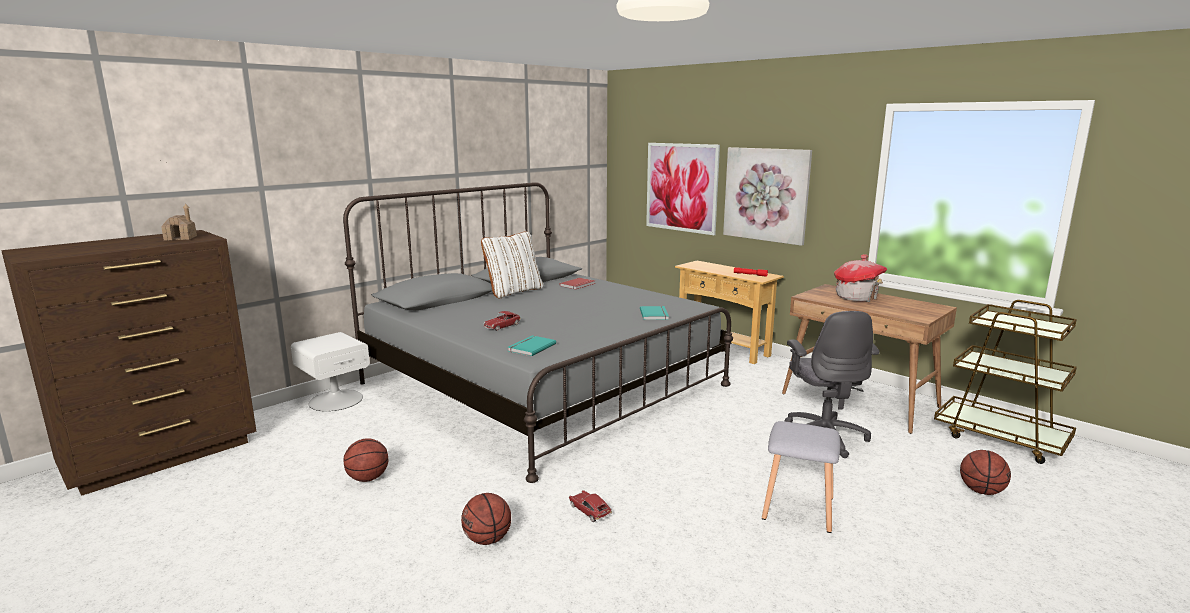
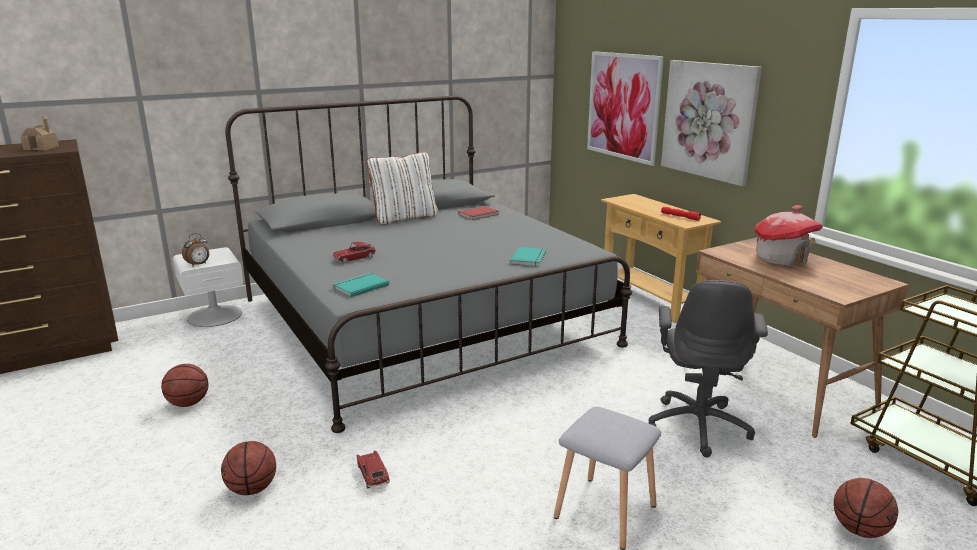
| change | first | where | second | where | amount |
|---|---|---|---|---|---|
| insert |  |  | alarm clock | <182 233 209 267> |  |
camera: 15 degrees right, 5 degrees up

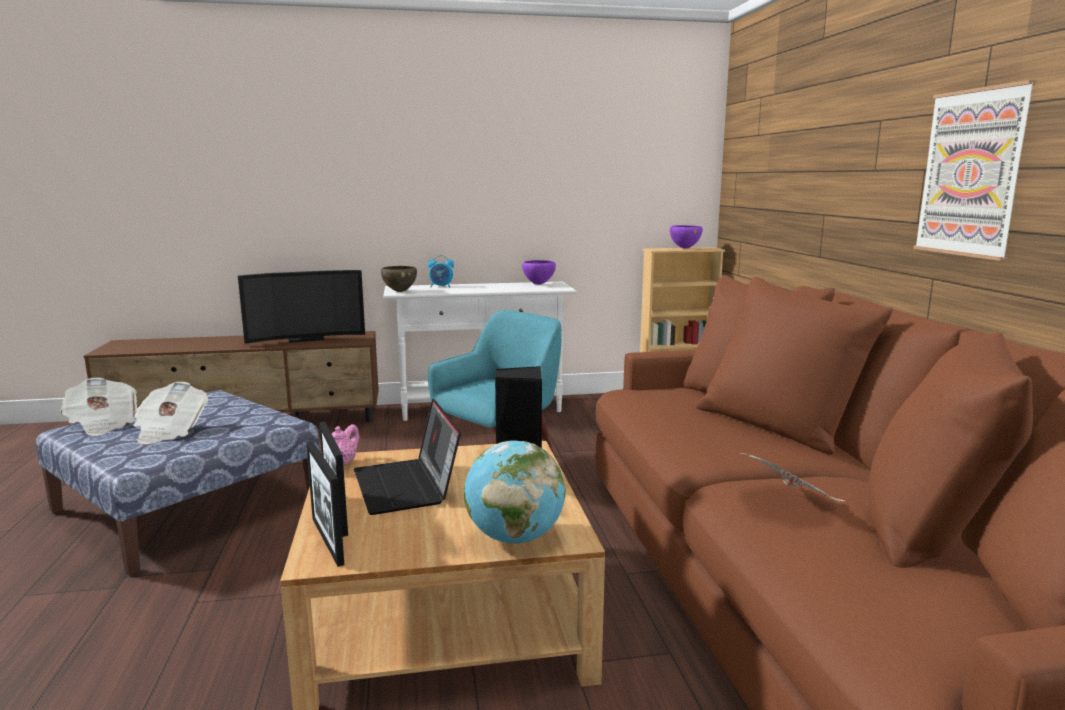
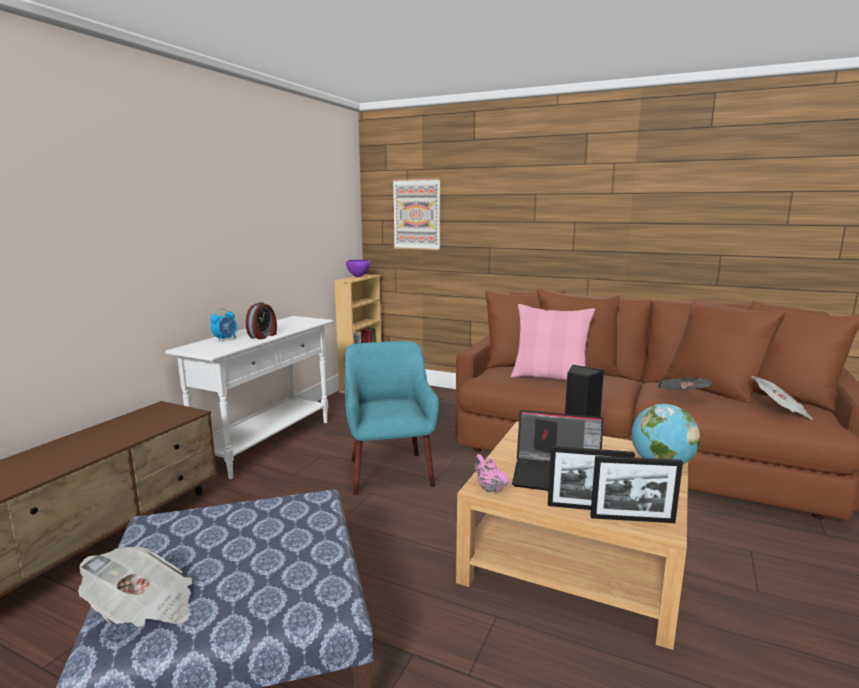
| change | first | where | second | where | amount |
|---|---|---|---|---|---|
| move | picture | <913 80 1036 261> |  | <393 178 440 250> |  |
| delete | purple bowl | <522 260 556 285> |  |  |  |
| delete | brown bowl | <381 266 417 292> |  |  |  |
| delete | television | <238 270 365 344> |  |  |  |
| move | newspaper | <133 382 208 444> |  | <752 376 814 420> |  |
| insert |  |  | alarm clock | <246 302 277 339> |  |
| insert |  |  | pink pillow | <511 304 595 381> |  |
camera: 55 degrees left, 0 degrees up

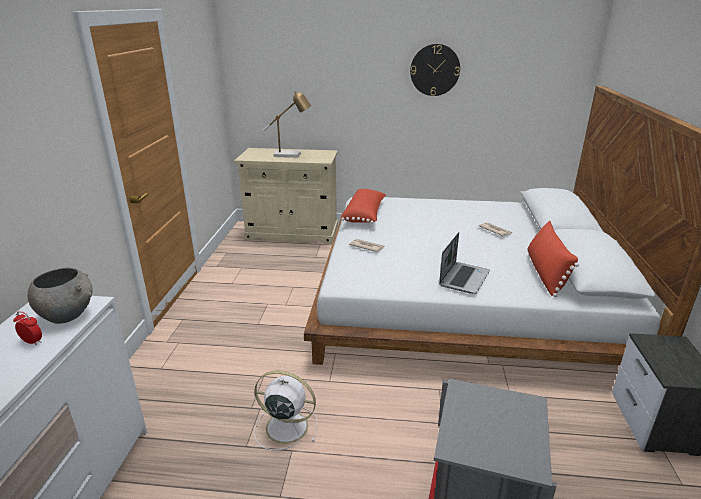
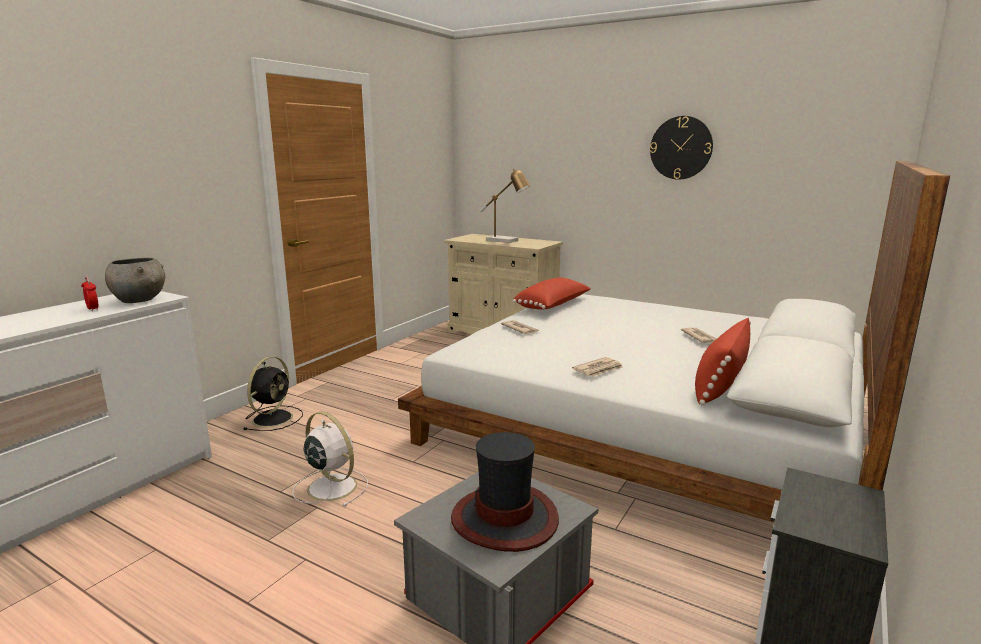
| change | first | where | second | where | amount |
|---|---|---|---|---|---|
| replace | laptop | <439 232 490 294> | newspaper | <572 357 623 377> |  |
| insert |  |  | black fan | <243 356 303 431> |  |
| insert |  |  | hat | <451 432 559 552> |  |
camera: 25 degrees right, 10 degrees down

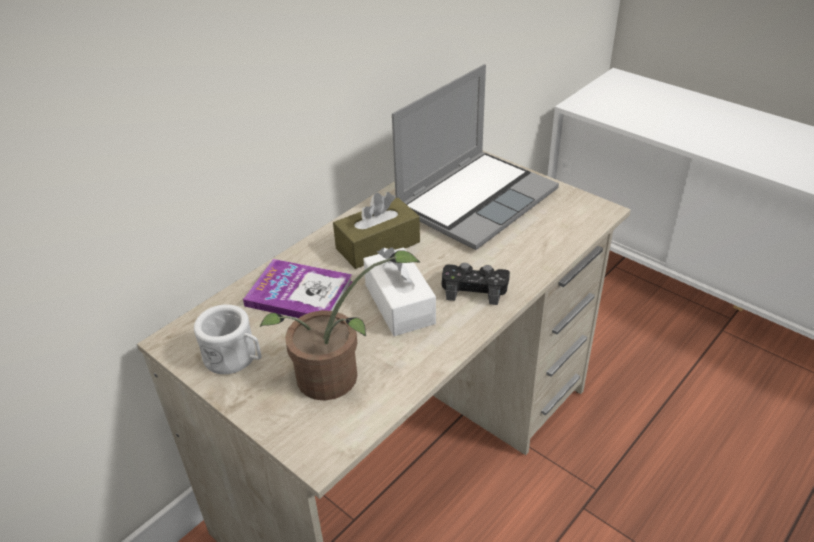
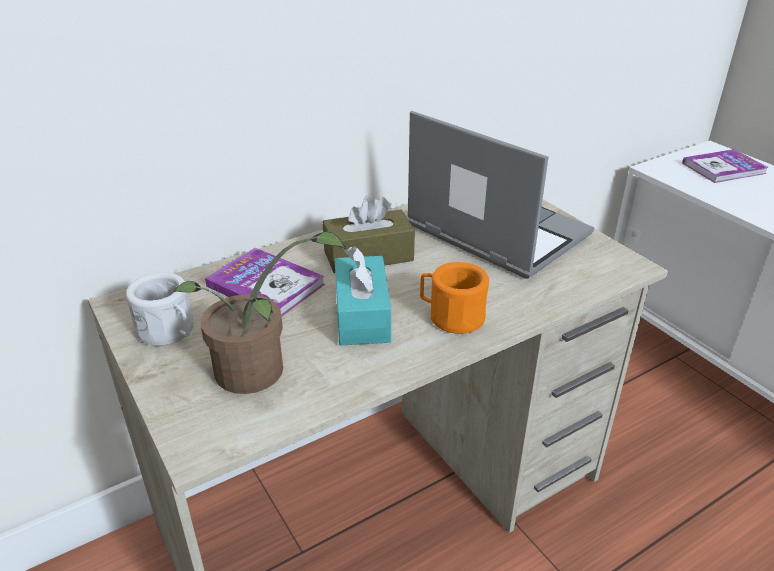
| change | first | where | second | where | amount |
|---|---|---|---|---|---|
| rotate | laptop | <392 64 559 250> |  | <407 111 594 279> | 105 degrees counterclockwise |
| recolor | white tissue box | <363 247 436 336> | turquoise tissue box | <335 246 391 346> |  |
| replace | black game controller | <442 263 510 305> | orange mug | <420 262 489 334> |  |
| insert |  |  | book | <682 149 769 183> |  |
camera: 15 degrees right, 5 degrees down

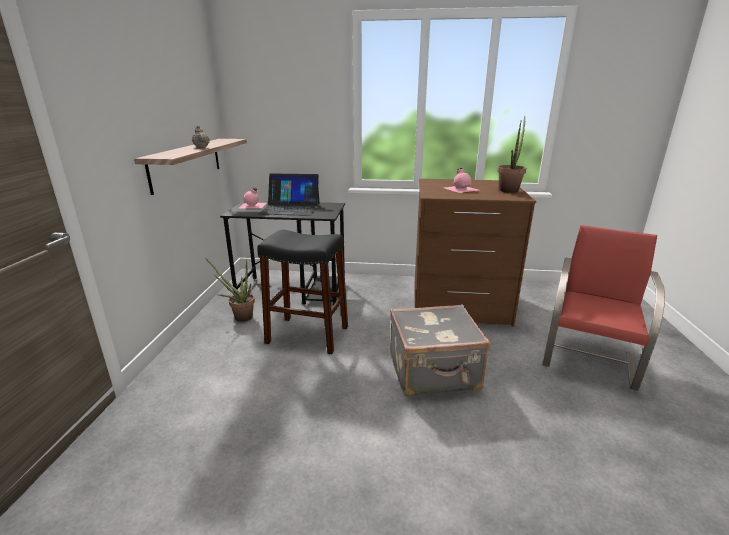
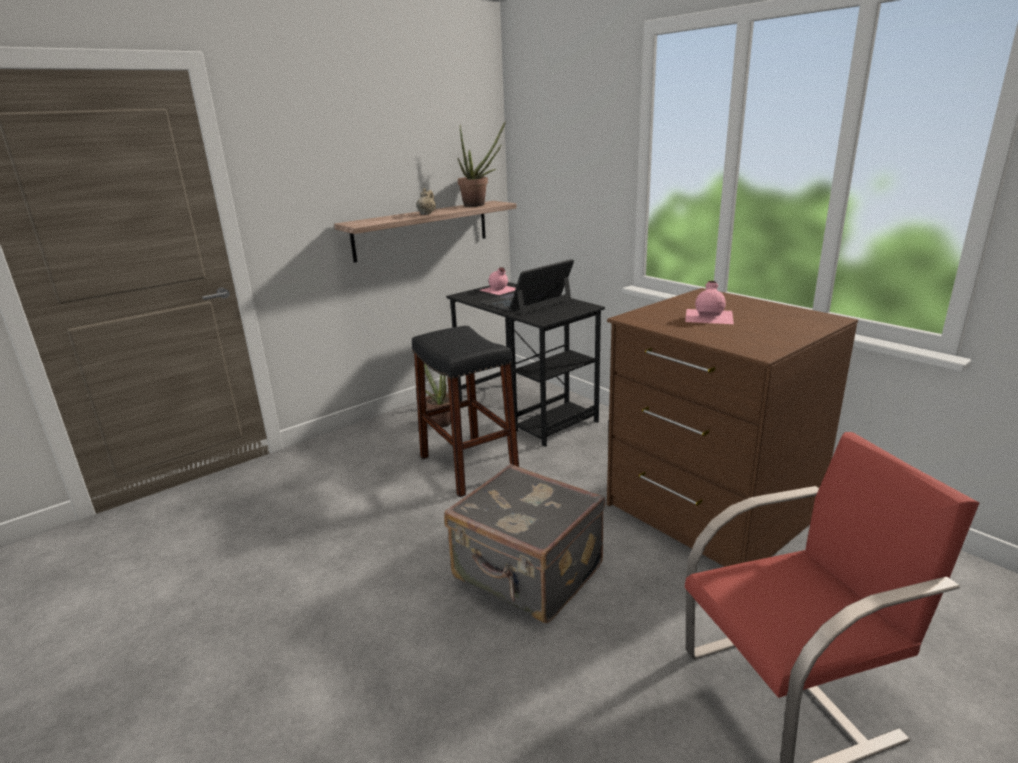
| change | first | where | second | where | amount |
|---|---|---|---|---|---|
| move | potted plant | <497 116 526 193> |  | <457 120 506 207> |  |
| rotate | laptop | <259 173 320 216> |  | <480 259 574 314> | 90 degrees clockwise |
camera: 45 degrees right, 0 degrees up

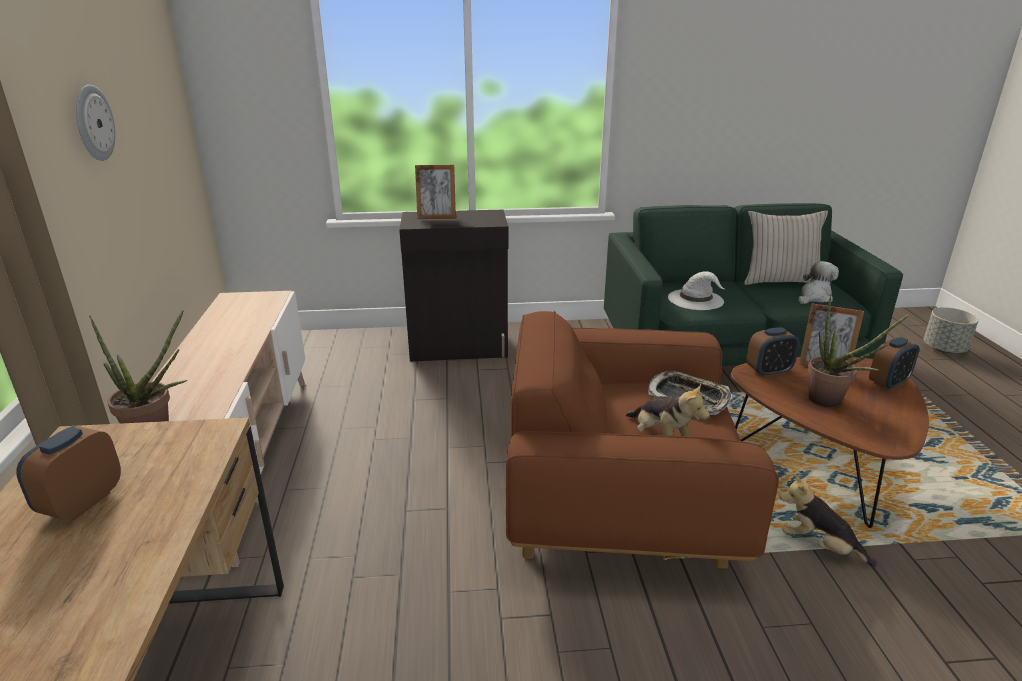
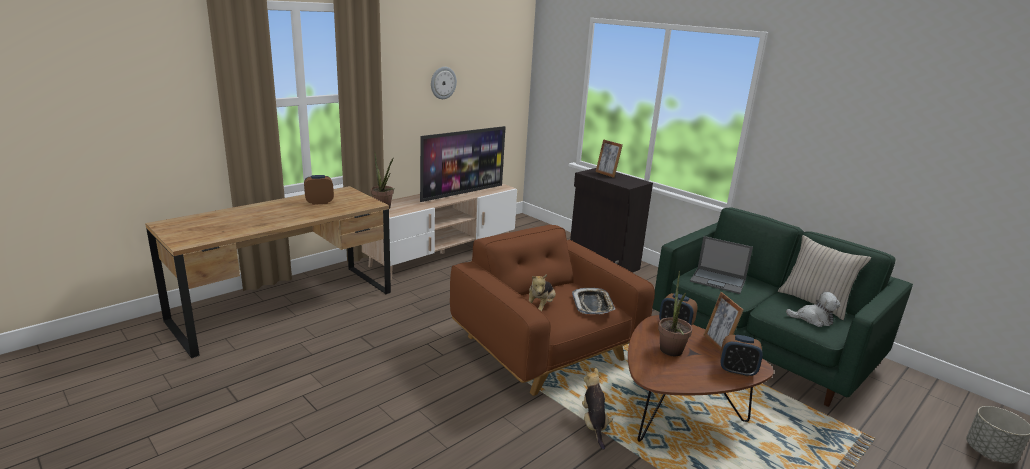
| change | first | where | second | where | amount |
|---|---|---|---|---|---|
| replace | white hat | <668 271 724 310> | laptop | <690 236 753 294> |  |
| insert |  |  | television | <420 126 506 202> |  |
camera: 50 degrees right, 5 degrees down

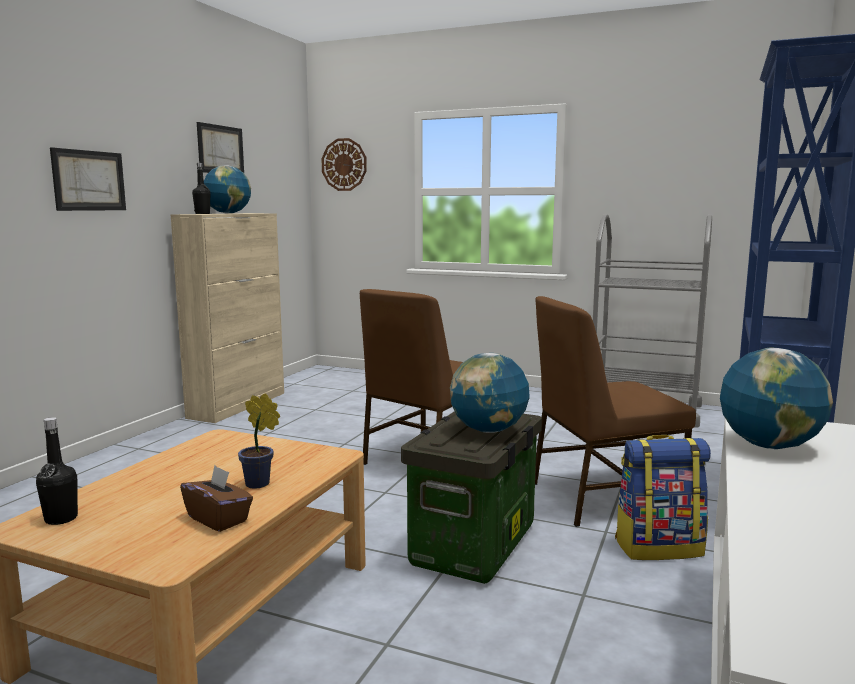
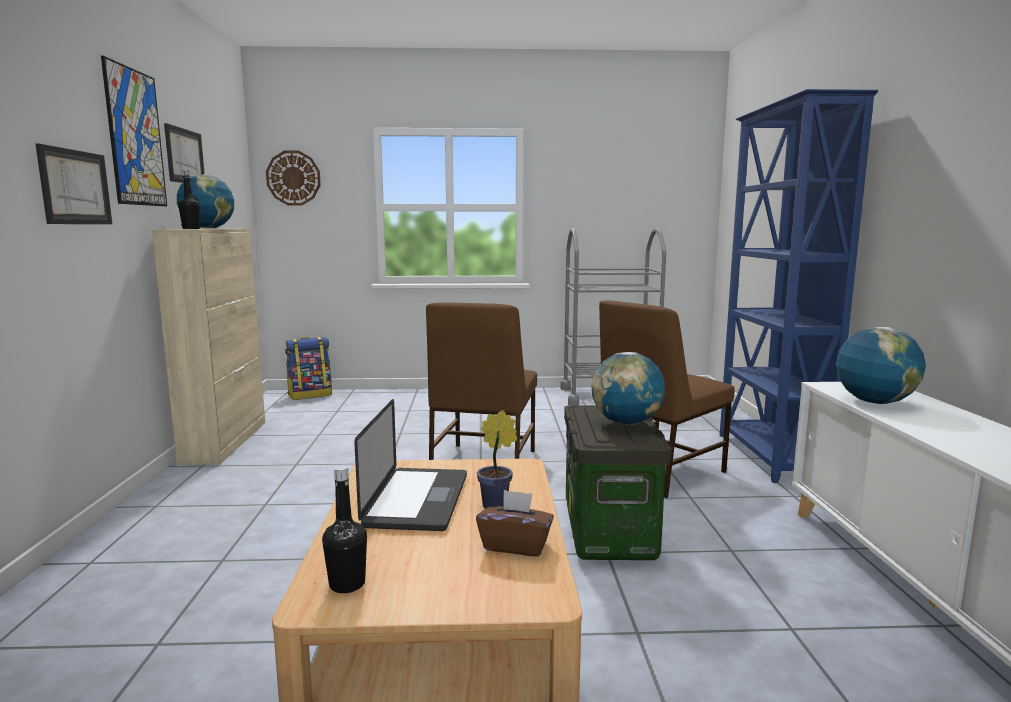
| change | first | where | second | where | amount |
|---|---|---|---|---|---|
| move | backpack | <615 435 711 560> |  | <285 337 332 400> |  |
| insert |  |  | picture | <101 56 167 206> |  |
| insert |  |  | laptop | <354 399 467 531> |  |
camera: 25 degrees left, 0 degrees up

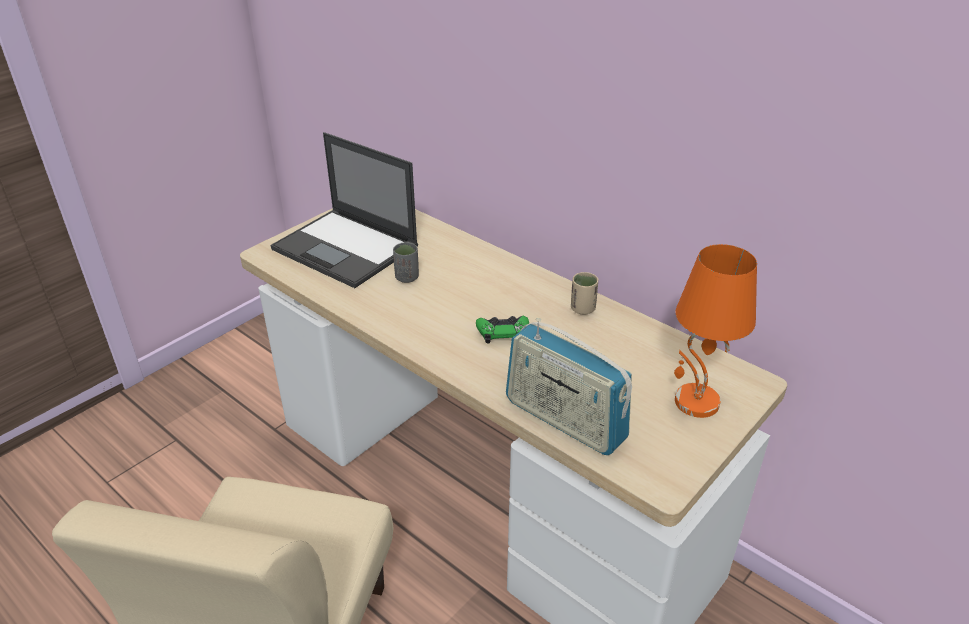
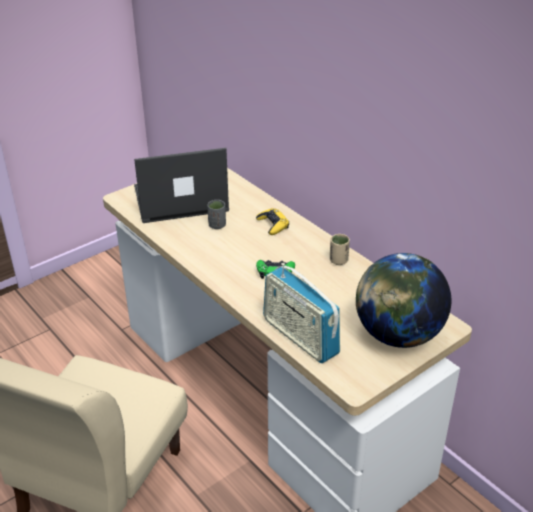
| change | first | where | second | where | amount |
|---|---|---|---|---|---|
| rotate | laptop | <270 132 418 288> |  | <134 148 229 223> | 120 degrees clockwise |
| replace | orange table lamp | <674 244 757 418> | globe | <356 253 451 348> |  |
| insert |  |  | yellow game controller | <256 208 289 235> |  |
camera: 10 degrees right, 0 degrees up

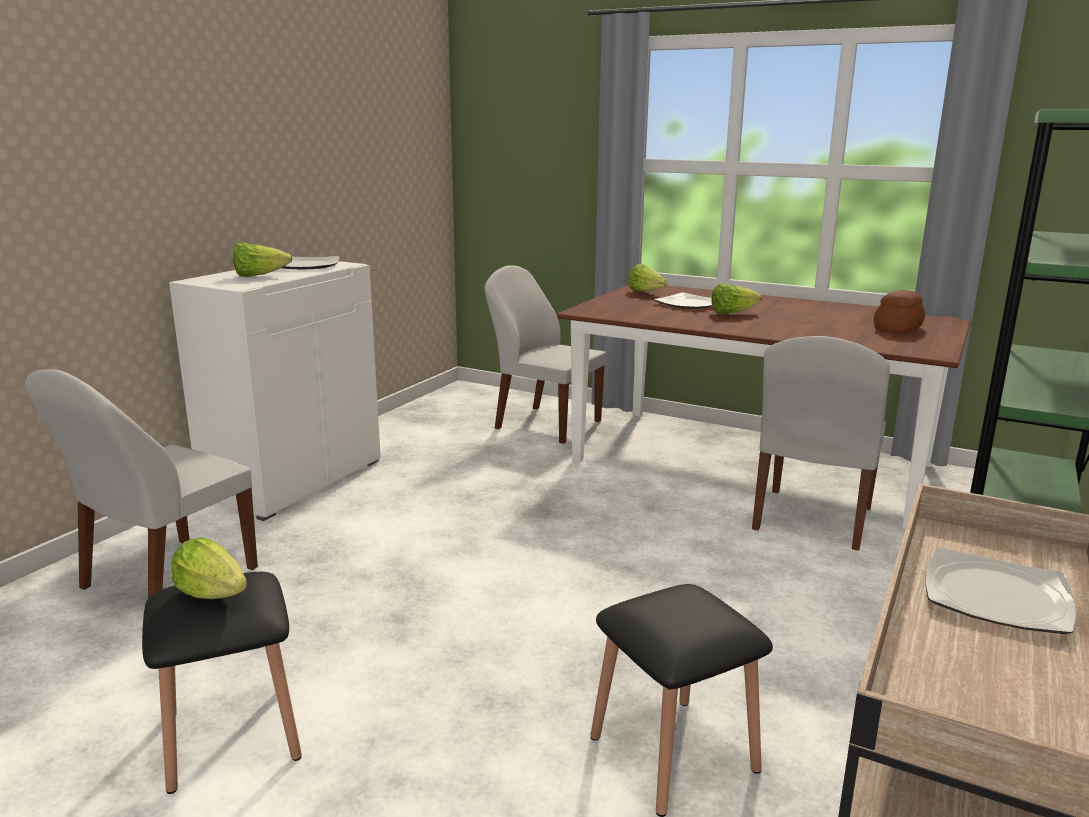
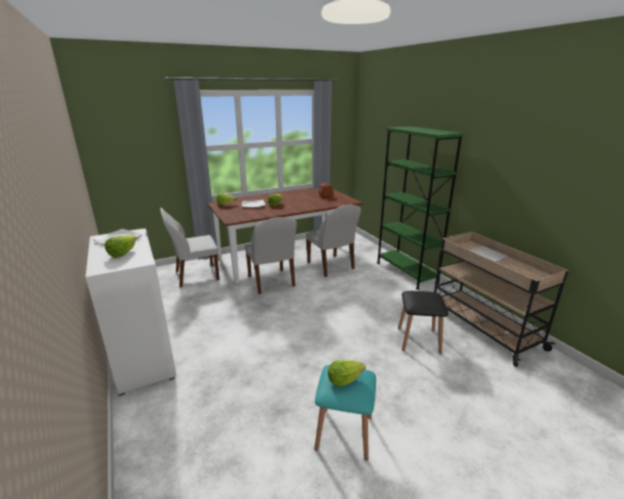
| change | first | where | second | where | amount |
|---|---|---|---|---|---|
| move | white chair | <25 369 258 598> |  | <245 217 297 294> |  |
| recolor | black stool | <142 572 302 794> | turquoise stool | <315 365 376 460> |  |
camera: 55 degrees left, 5 degrees up

